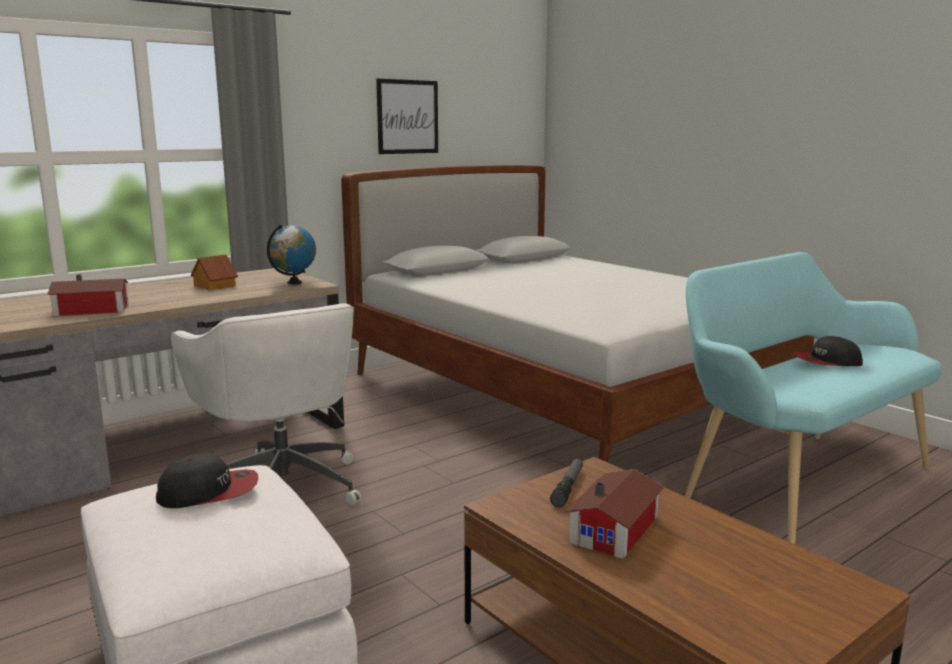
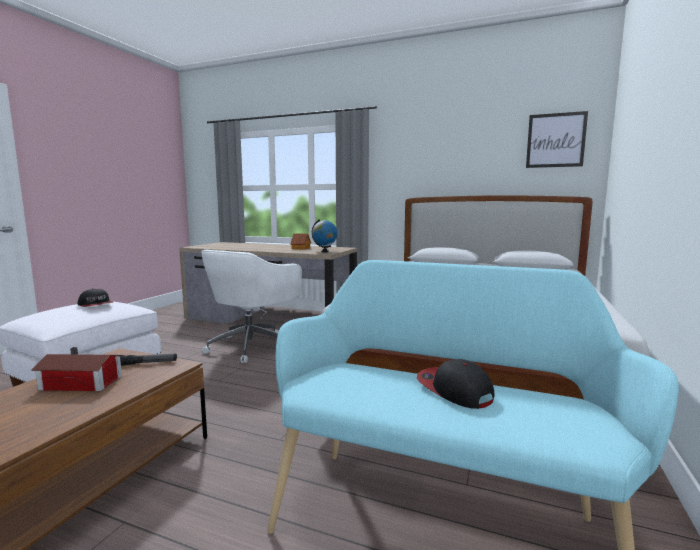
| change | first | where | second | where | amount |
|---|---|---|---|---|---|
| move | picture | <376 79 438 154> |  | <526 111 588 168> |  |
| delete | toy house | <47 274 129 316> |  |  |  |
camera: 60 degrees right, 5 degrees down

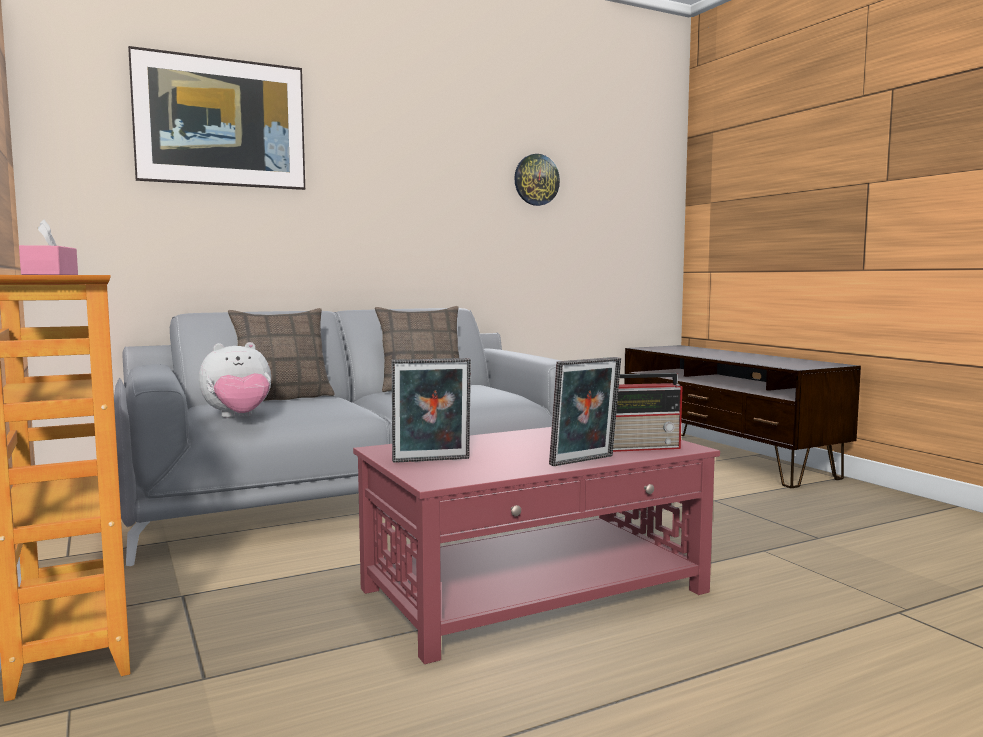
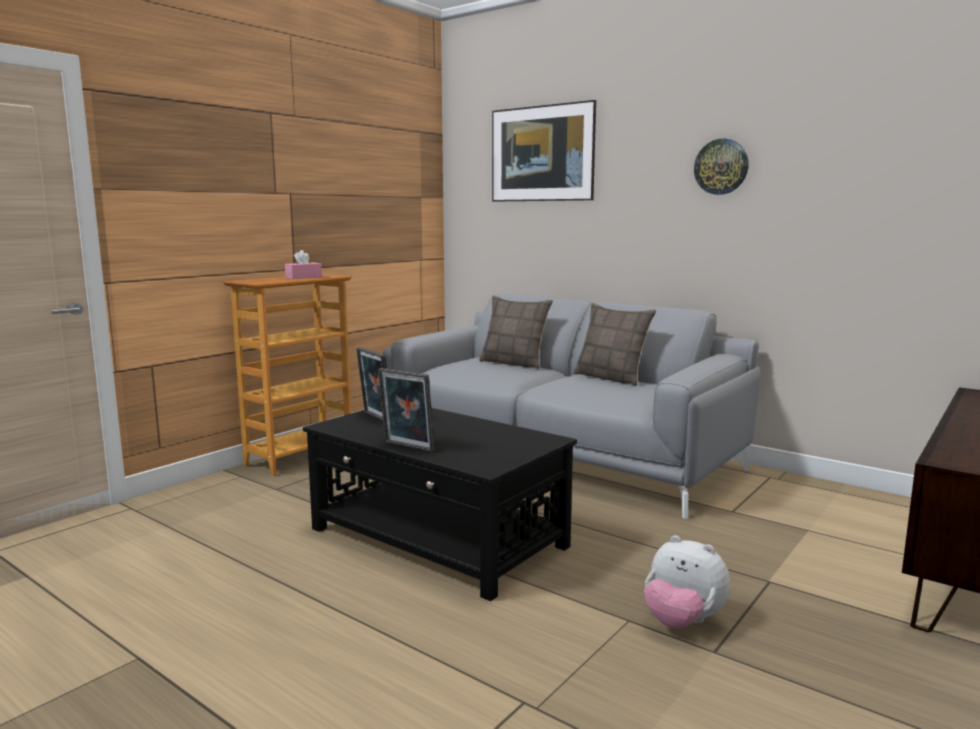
| change | first | where | second | where | amount |
|---|---|---|---|---|---|
| move | wall clock | <514 154 560 206> |  | <694 139 749 195> |  |
| move | plush toy | <199 342 271 418> |  | <644 535 730 629> |  |
| delete | radio | <613 373 682 452> |  |  |  |
| recolor | red coffee table | <353 427 720 664> | black coffee table | <303 408 577 601> |  |
camera: 65 degrees right, 5 degrees up

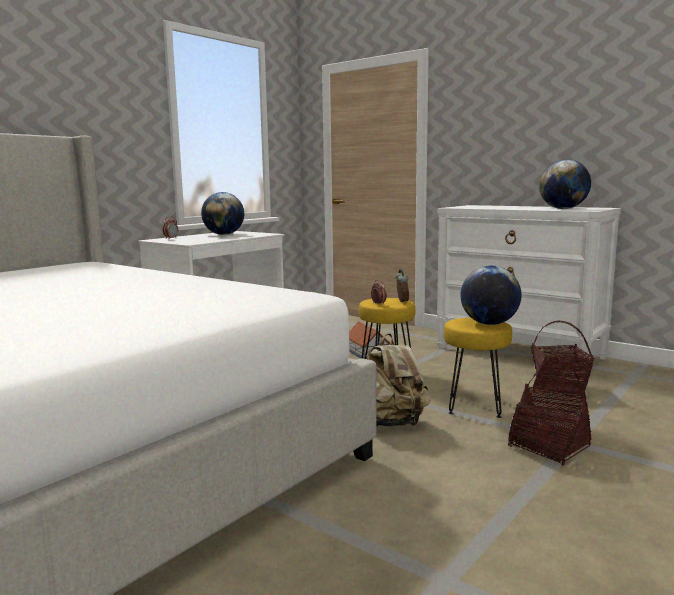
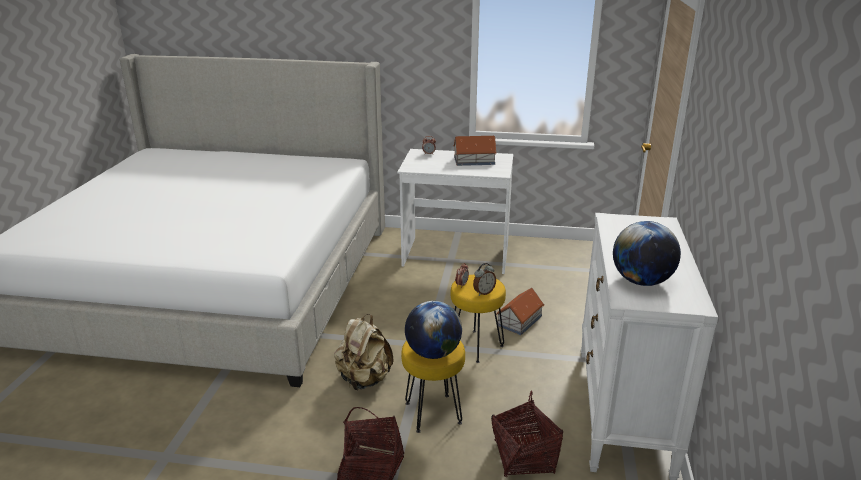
| change | first | where | second | where | amount |
|---|---|---|---|---|---|
| replace | globe | <201 192 244 235> | toy house | <453 136 497 166> |  |
camera: 60 degrees right, 15 degrees up

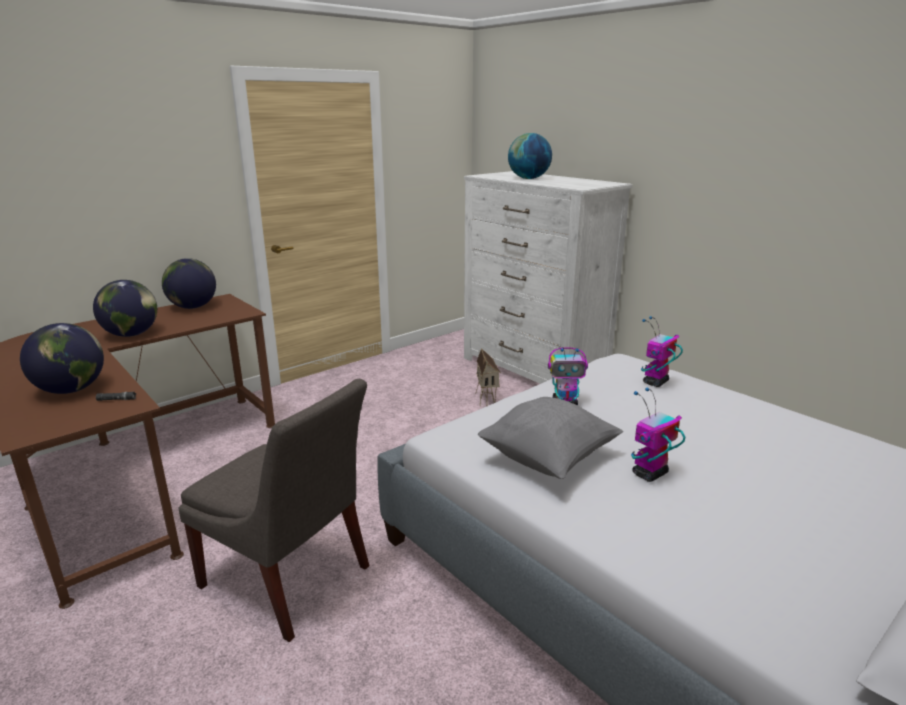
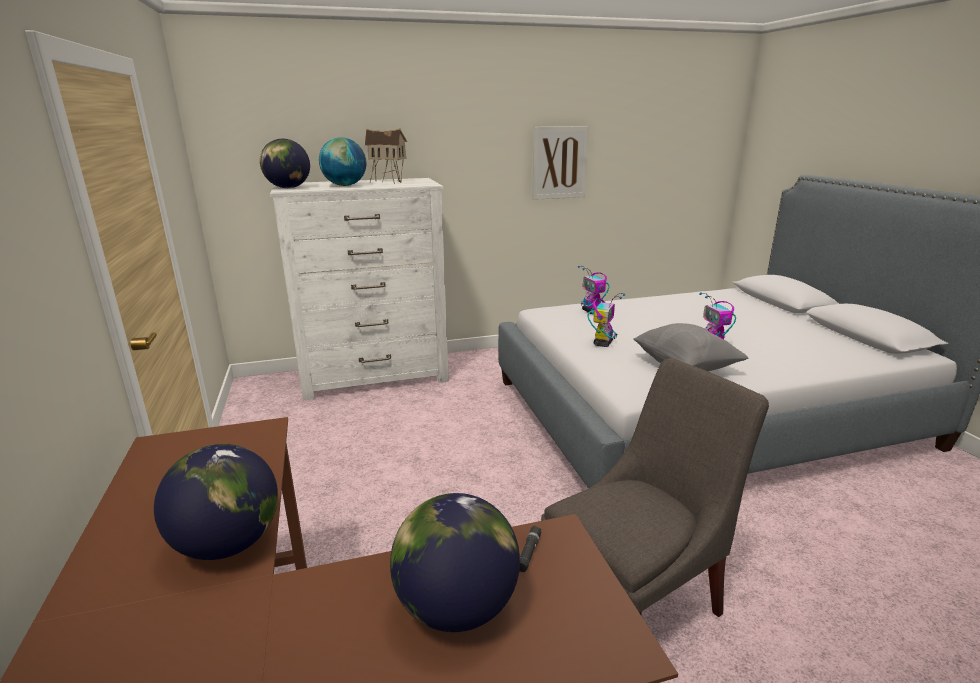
| change | first | where | second | where | amount |
|---|---|---|---|---|---|
| move | globe | <162 258 216 309> |  | <260 139 310 188> |  |
| move | toy house | <476 348 501 407> |  | <365 129 407 184> |  |
| insert |  |  | picture | <532 126 589 200> |  |
camera: 65 degrees left, 0 degrees up

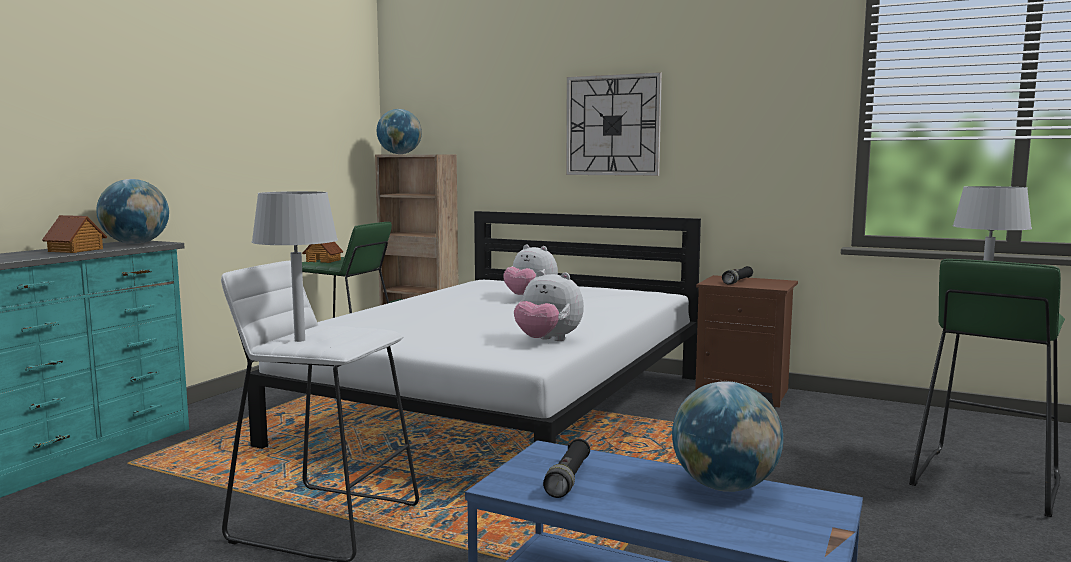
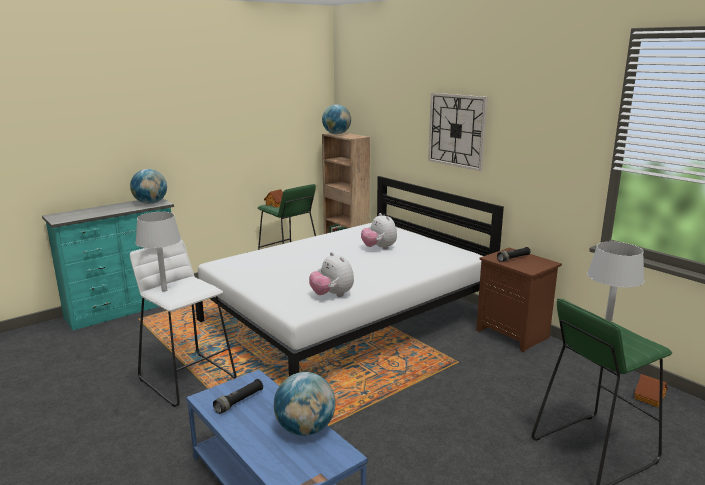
| change | first | where | second | where | amount |
|---|---|---|---|---|---|
| move | toy house | <42 215 107 253> |  | <634 374 668 407> |  |
camera: 25 degrees right, 10 degrees up

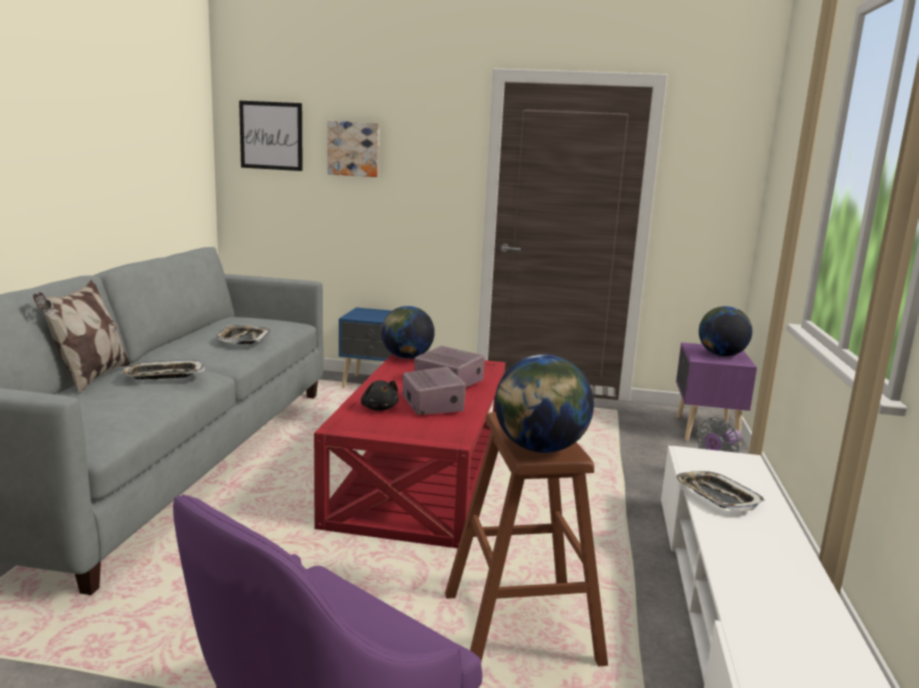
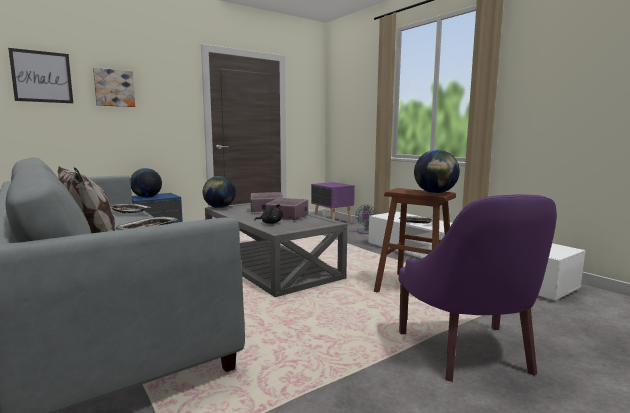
| change | first | where | second | where | amount |
|---|---|---|---|---|---|
| move | globe | <699 306 752 356> |  | <130 168 162 198> |  |
| recolor | red coffee table | <314 354 505 548> | grey coffee table | <205 203 347 297> |  |
camera: 45 degrees left, 5 degrees down

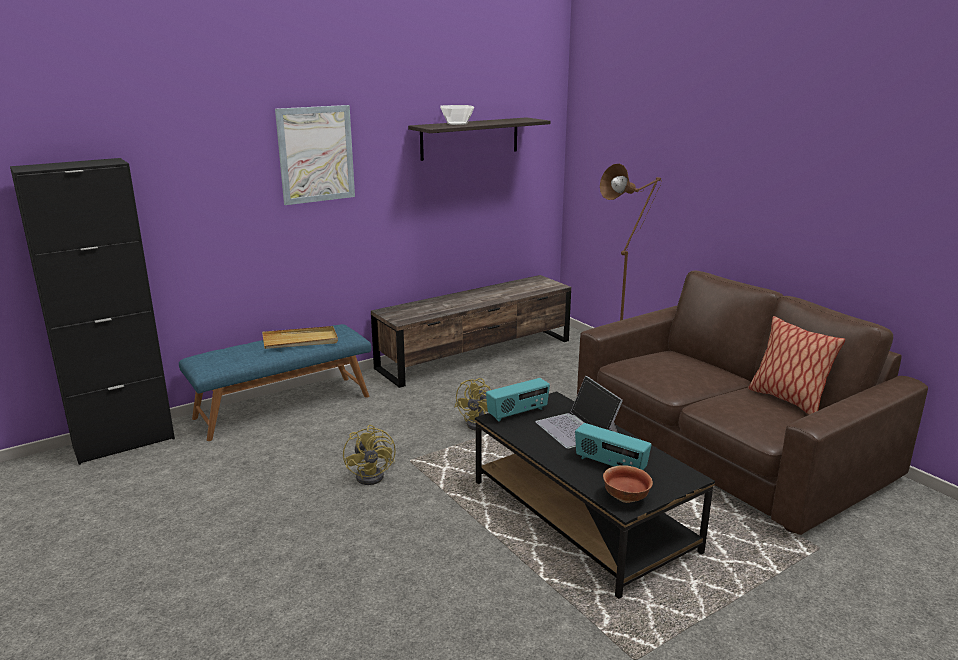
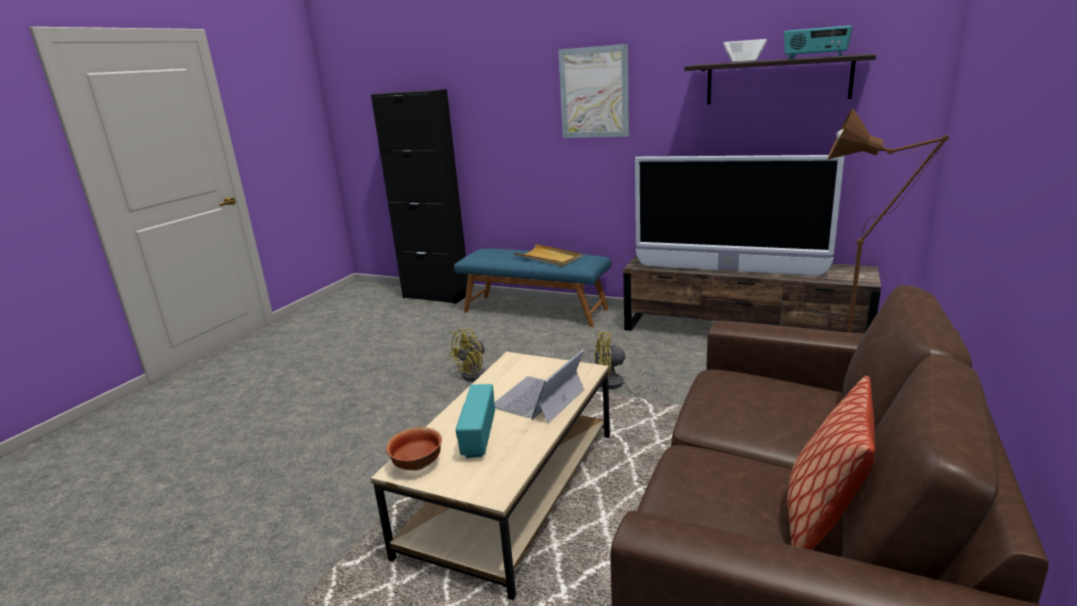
| change | first | where | second | where | amount |
|---|---|---|---|---|---|
| move | radio | <486 378 550 422> |  | <784 26 853 59> |  |
| recolor | black coffee table | <475 391 715 599> | beige coffee table | <371 352 610 600> |  |
| insert |  |  | television | <635 155 845 276> |  |
camera: 60 degrees right, 0 degrees up

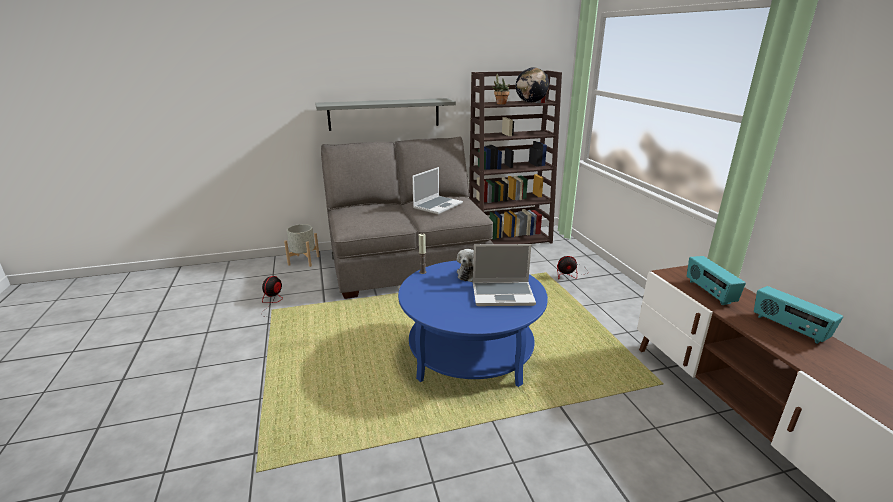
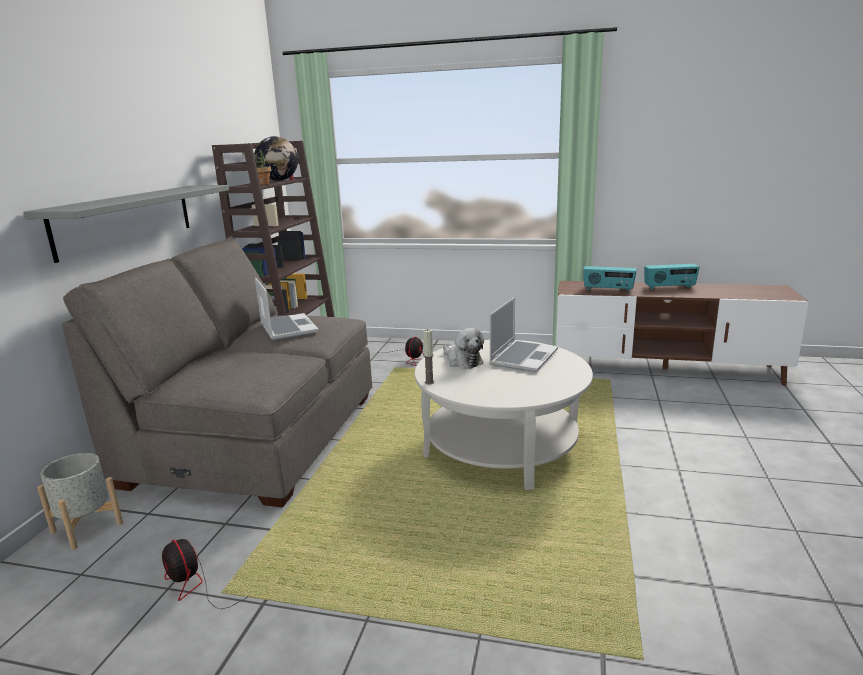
| change | first | where | second | where | amount |
|---|---|---|---|---|---|
| recolor | blue coffee table | <398 261 548 387> | white coffee table | <415 340 593 490> |  |
camera: 60 degrees left, 5 degrees down

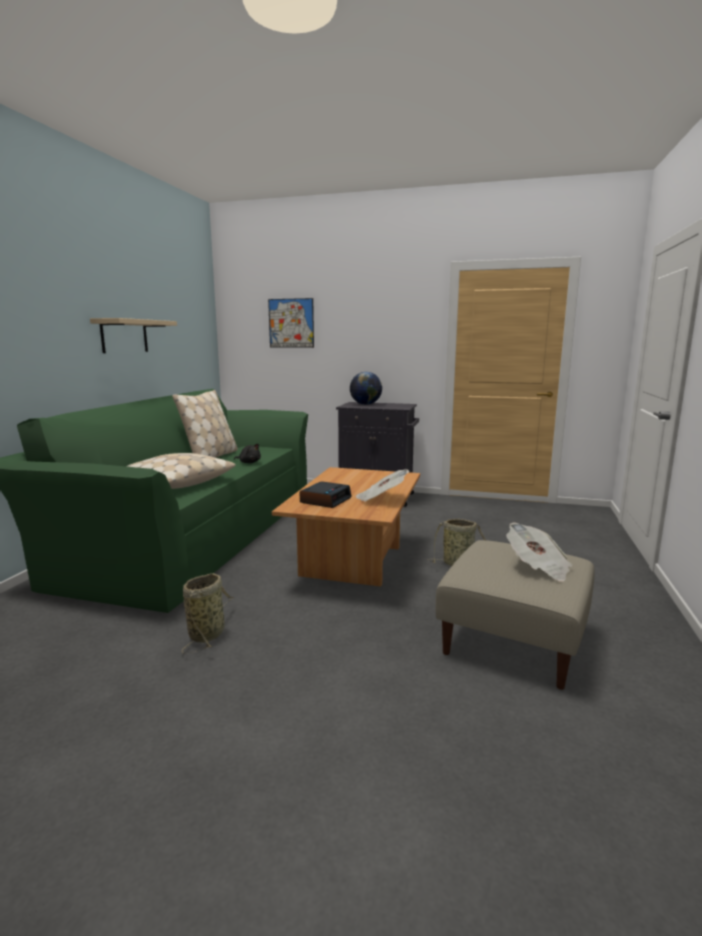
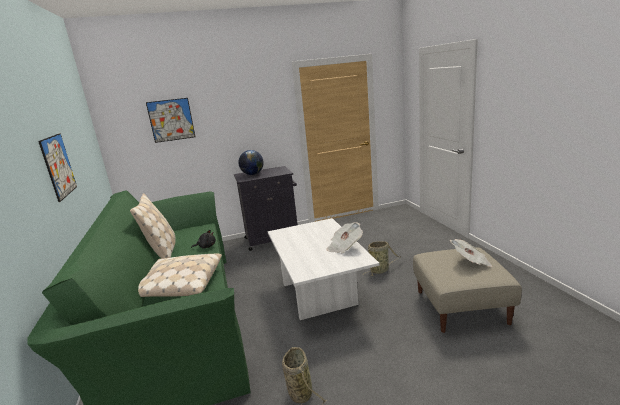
| change | first | where | second | where | amount |
|---|---|---|---|---|---|
| replace | beige shelf | <90 318 177 353> | picture | <38 133 77 202> |  |
| recolor | brown coffee table | <272 467 420 587> | white coffee table | <268 218 380 320> |  |
| delete | alarm clock | <300 481 352 508> |  |  |  |
camera: 30 degrees left, 5 degrees up

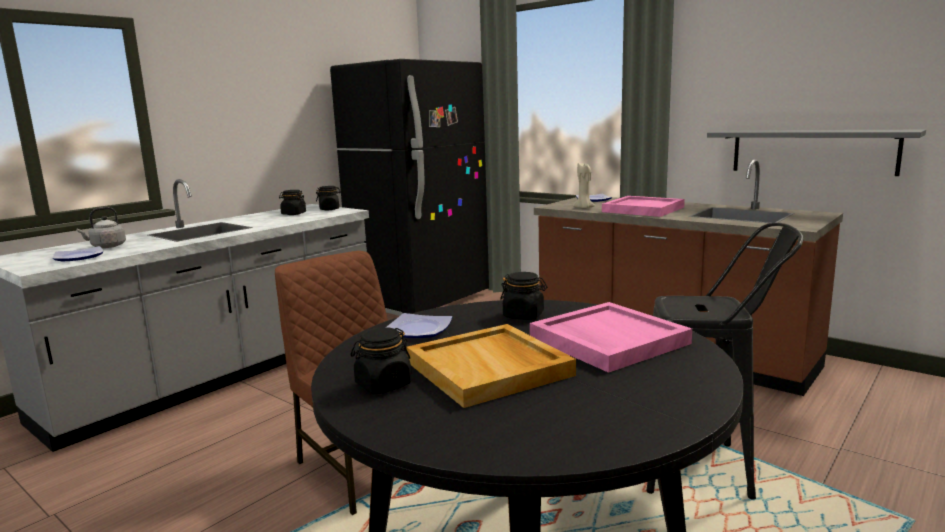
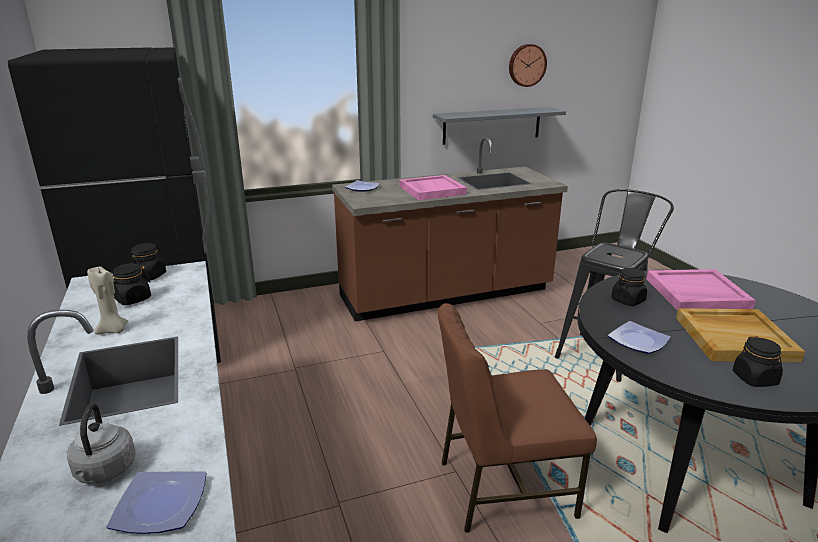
| change | first | where | second | where | amount |
|---|---|---|---|---|---|
| move | beige candle | <573 162 595 209> |  | <87 266 128 334> |  |
| insert |  |  | wall clock | <509 44 547 87> |  |
camera: 60 degrees left, 10 degrees up

